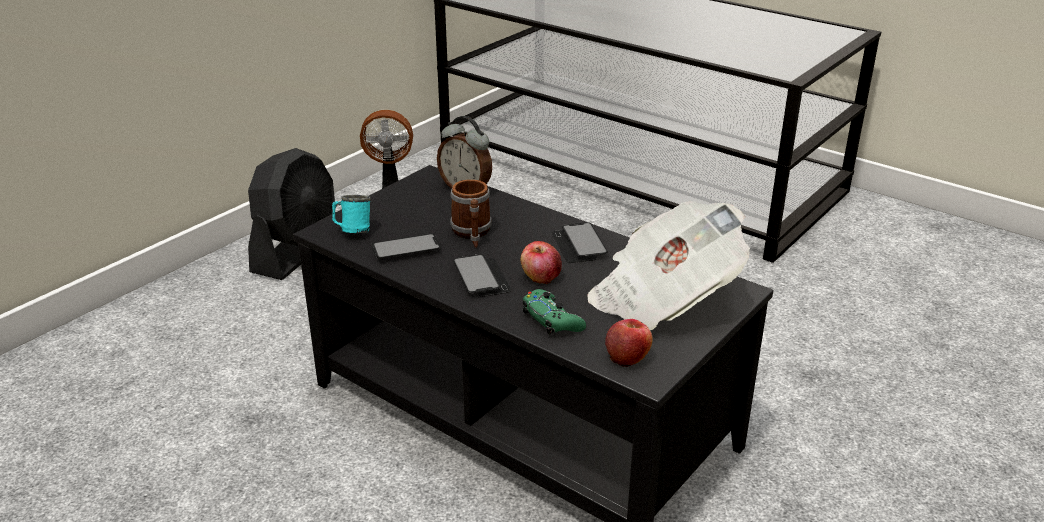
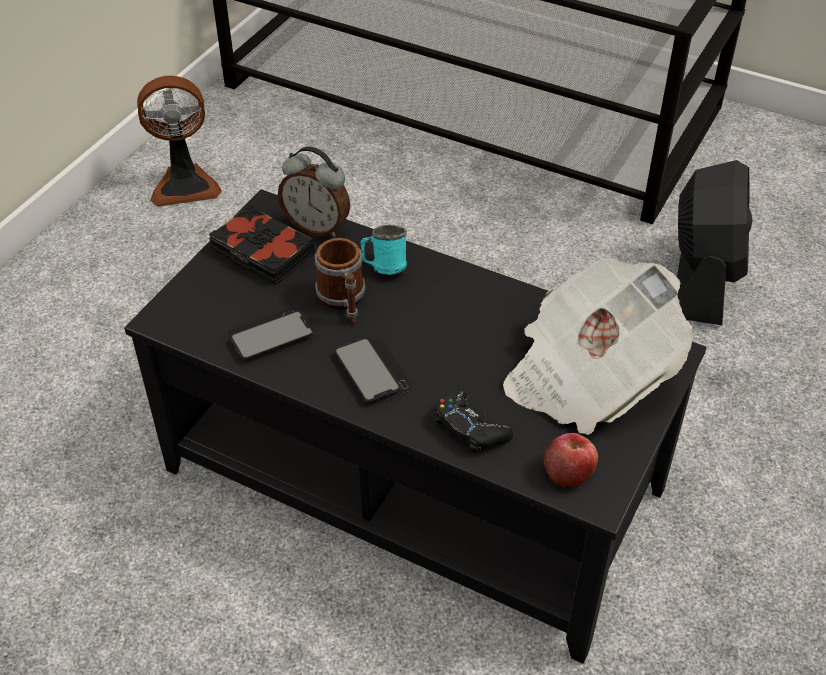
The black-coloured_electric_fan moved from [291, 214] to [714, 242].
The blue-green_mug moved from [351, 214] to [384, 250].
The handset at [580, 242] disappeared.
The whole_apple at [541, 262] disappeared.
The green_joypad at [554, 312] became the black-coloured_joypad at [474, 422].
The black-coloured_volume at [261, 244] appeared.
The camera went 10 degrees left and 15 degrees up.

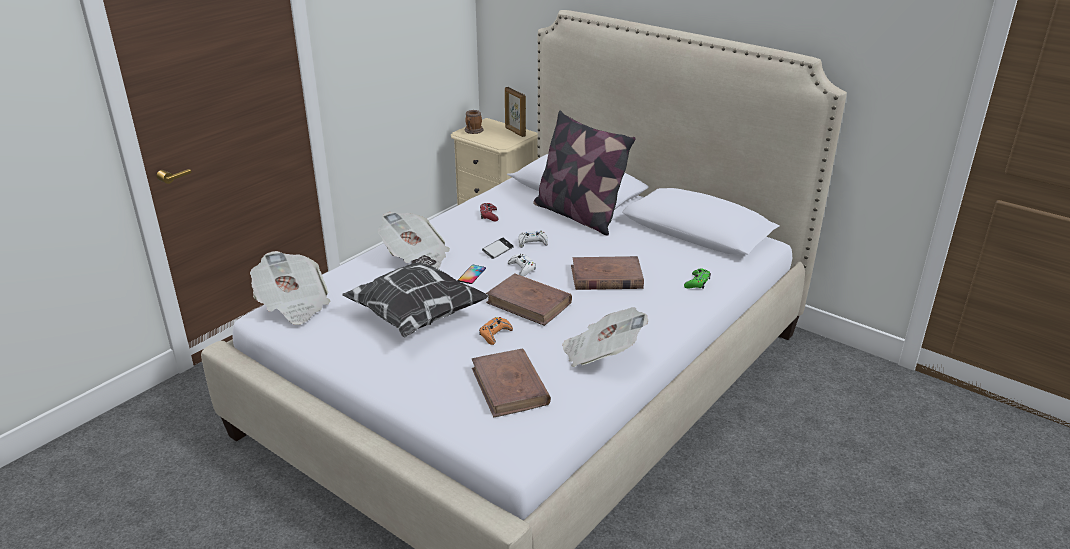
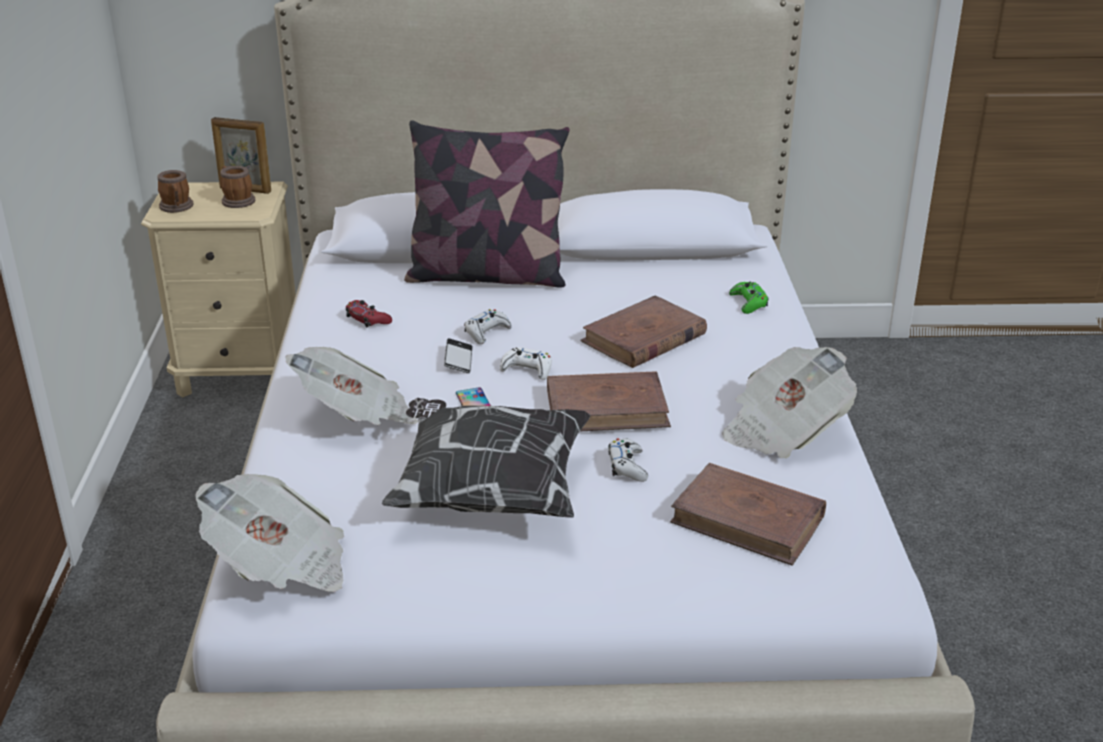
The orangey_joypad at [496, 331] became the white_joypad at [628, 460].
The mug at [237, 187] appeared.
The camera went 40 degrees left and 0 degrees up.

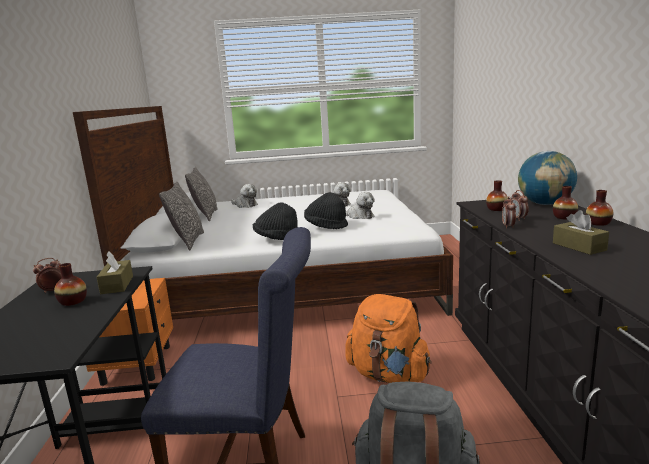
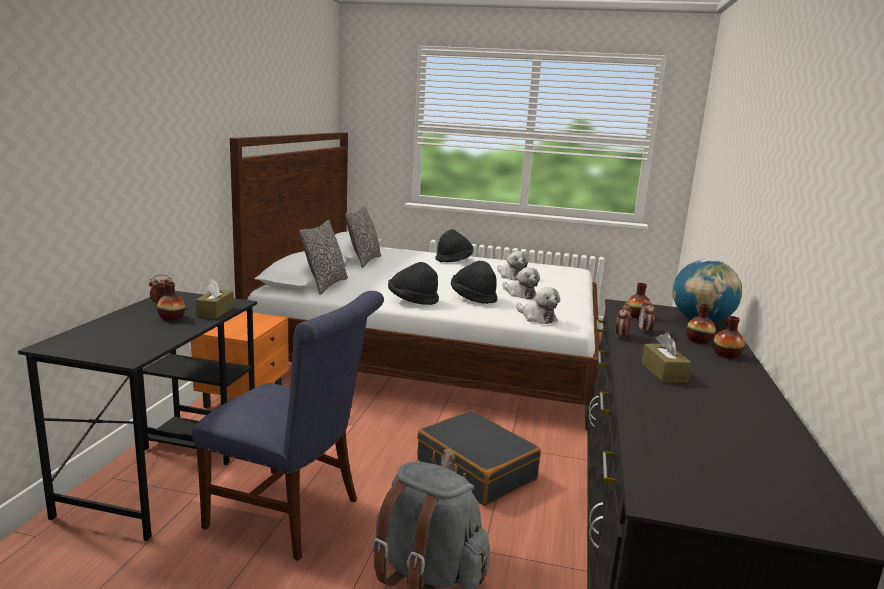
The plush_toy moved from [244, 196] to [538, 305].
The orangey_knapsack at [389, 338] was replaced by the black-coloured_piece_of_luggage at [479, 458].
The black-coloured_wearable_hat at [454, 245] appeared.
The camera went 15 degrees right and 0 degrees up.

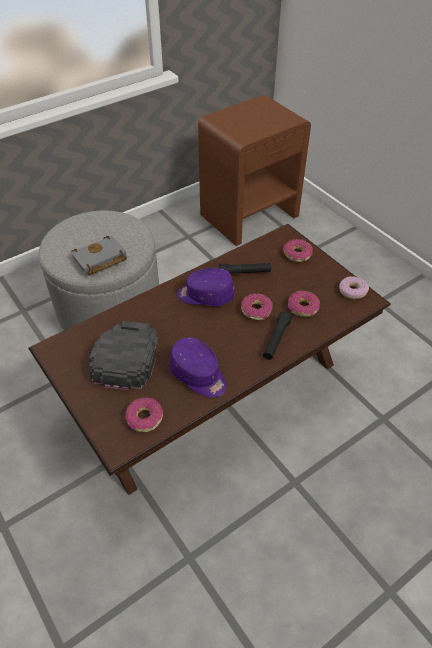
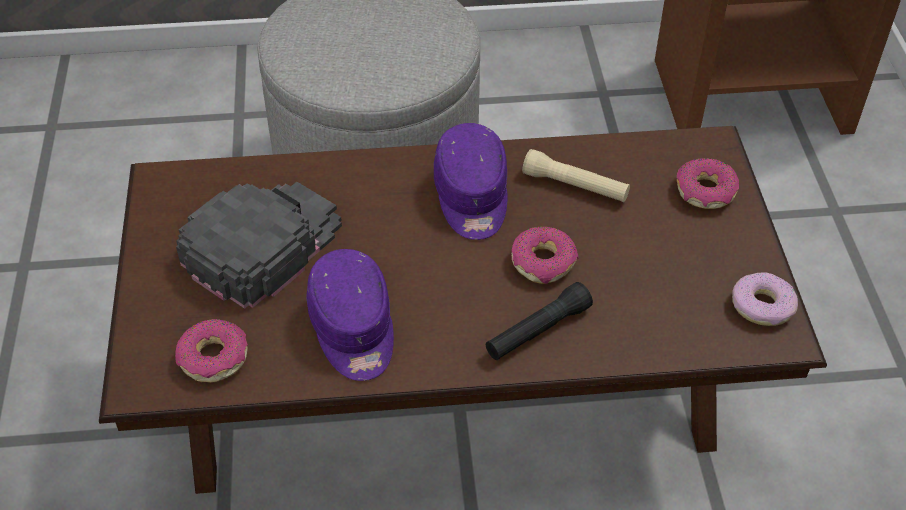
The greyish_volume at [99, 255] disappeared.
The black-coloured_flashlight at [245, 268] became the beige_flashlight at [576, 175].
The purple_baseball_cap at [206, 287] turned 135 degrees counterclockwise.
The doughnut at [304, 304] disappeared.
The camera went 30 degrees right and 0 degrees up.

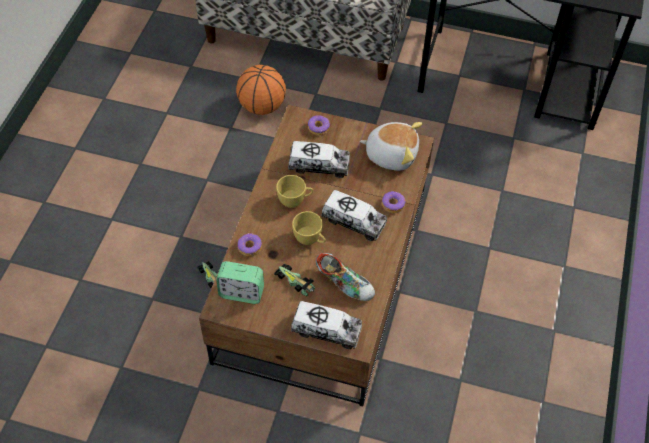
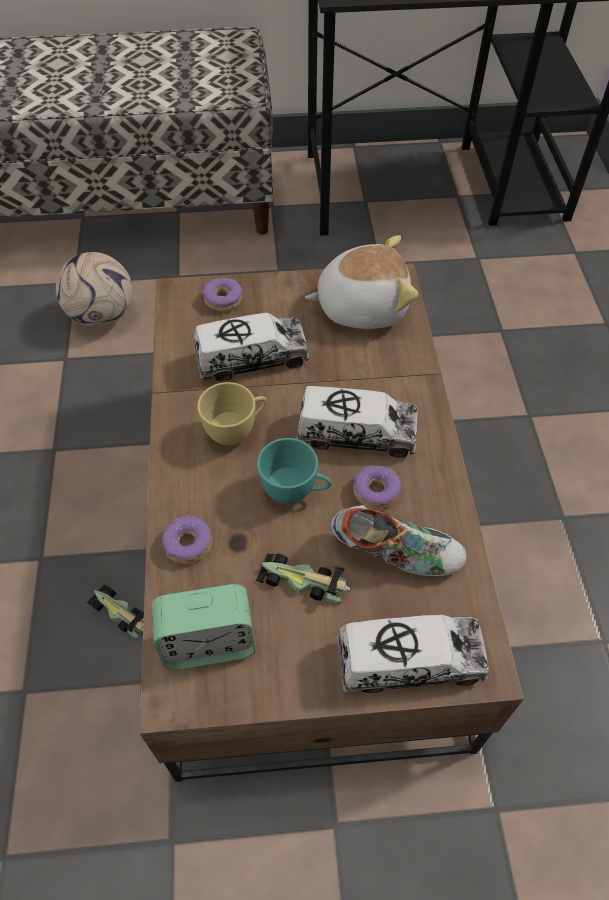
The ball_for_basketball at [261, 90] was replaced by the football_ball at [94, 289].
The doughnut moved from [393, 202] to [377, 487].
The yellowish_cup at [309, 228] became the blue-green_cup at [294, 471].
The camera went 20 degrees left and 0 degrees up.

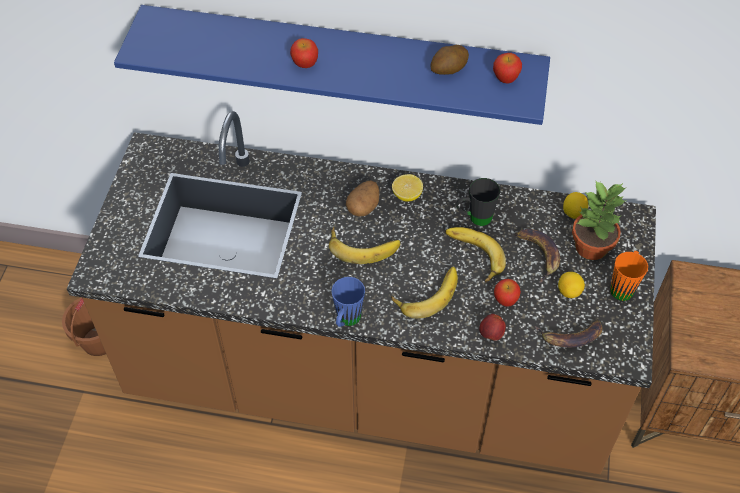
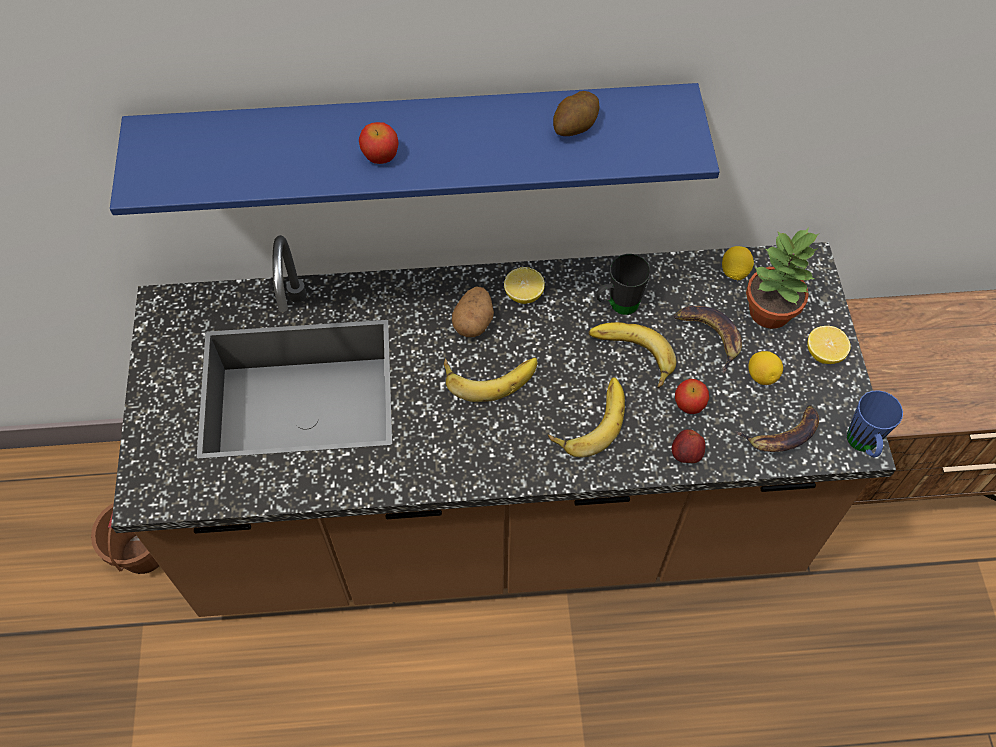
The whole_apple at [507, 68] disappeared.
The orangey_mug at [629, 276] was replaced by the lemon at [829, 345].
The bluish_mug moved from [348, 302] to [875, 424].
The camera went 15 degrees left and 5 degrees up.

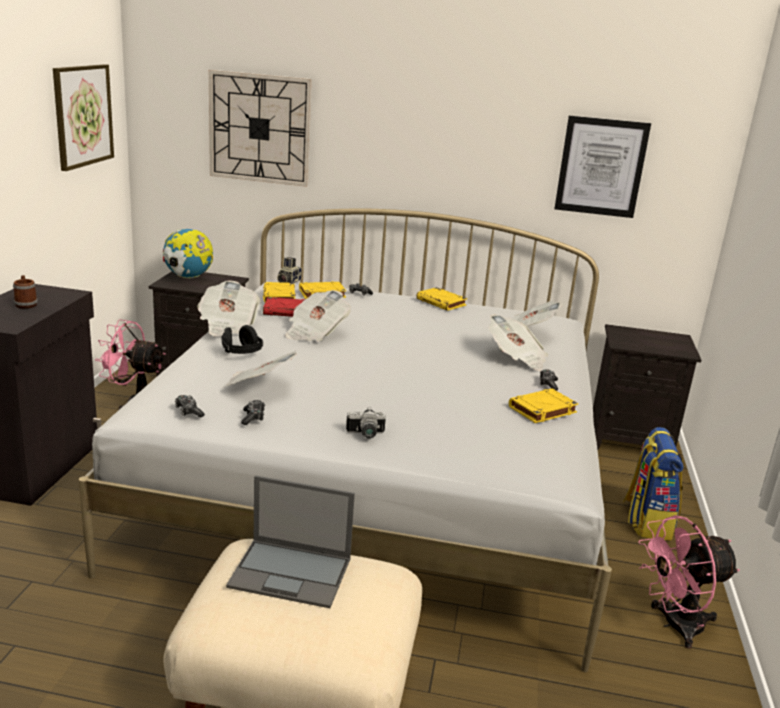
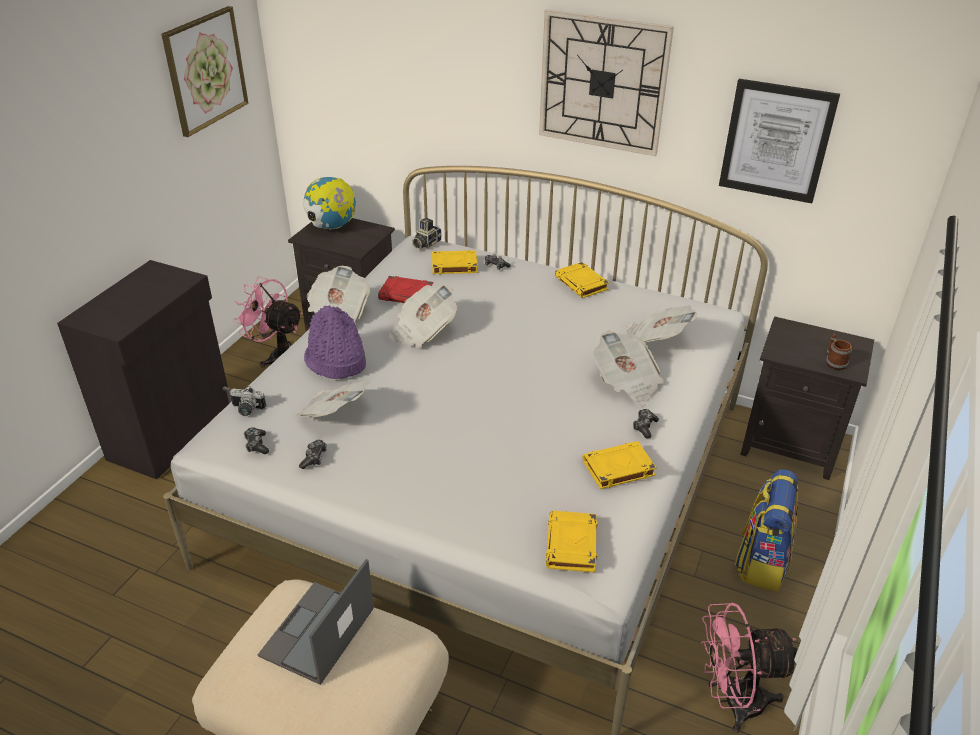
The wall_clock moved from [260, 128] to [606, 82].
The mug moved from [25, 292] to [839, 352].
The yellowish_volume moved from [279, 292] to [571, 542].
The black-coloured_headphones at [242, 339] was replaced by the purple_wearable_hat at [335, 342].
The still_camera moved from [366, 423] to [248, 401].
The notebook_computer at [290, 541] turned 90 degrees clockwise.
The camera went 15 degrees right and 15 degrees up.

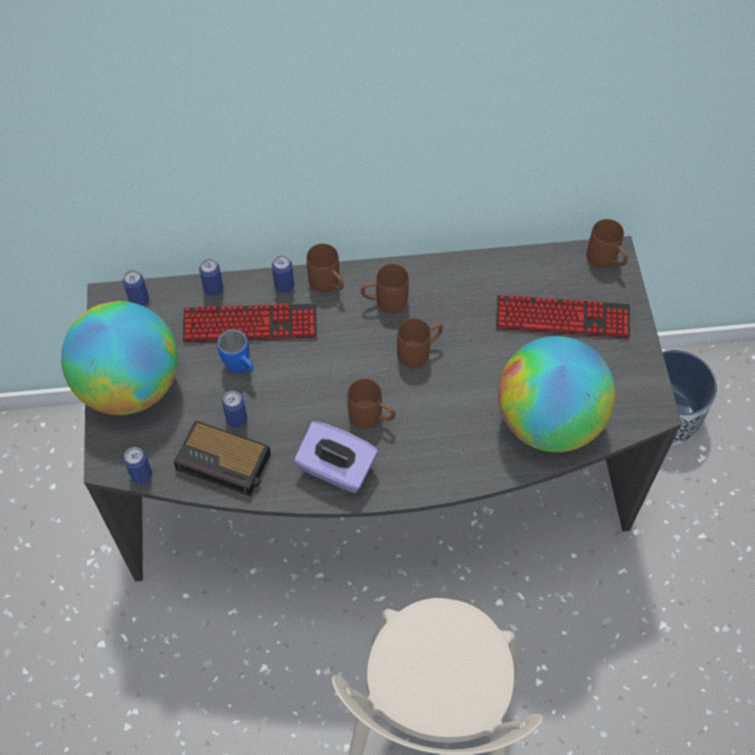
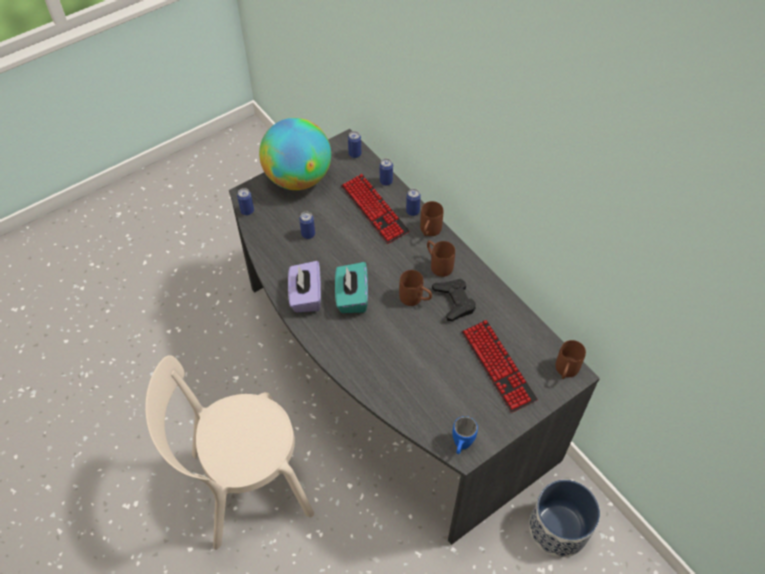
The bluish_mug moved from [235, 351] to [465, 435].
The world_globe at [556, 394] disappeared.
The brown-coloured_mug at [371, 404] was replaced by the blue-green_tissue_holder at [351, 287].
The bedside_clock at [222, 458] disappeared.
The black-coloured_joypad at [454, 300] appeared.
The camera went 60 degrees right and 5 degrees down.

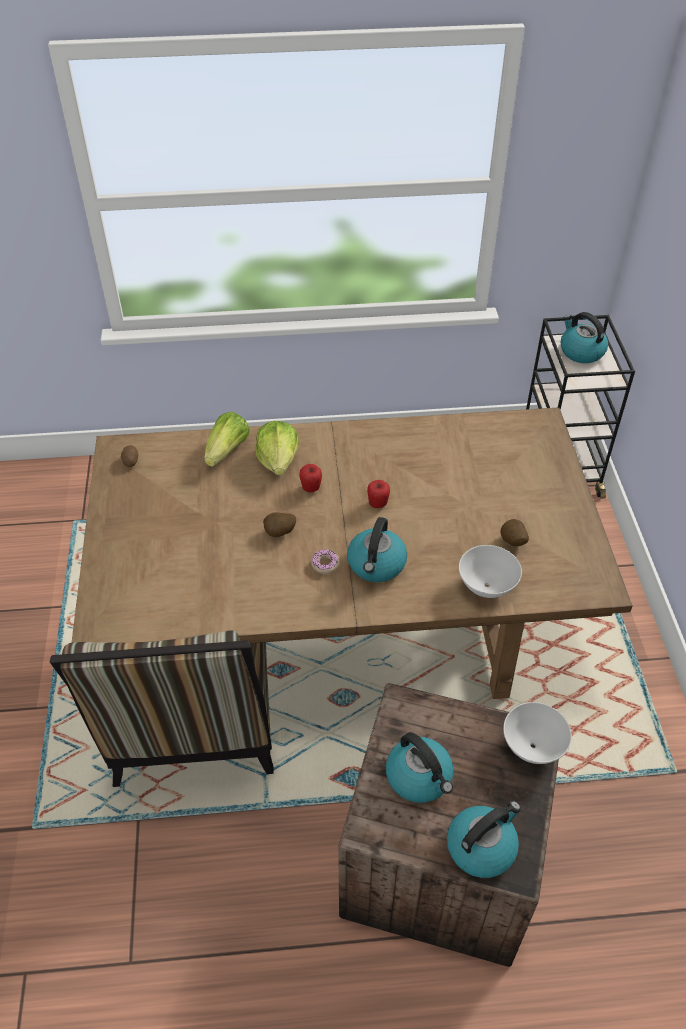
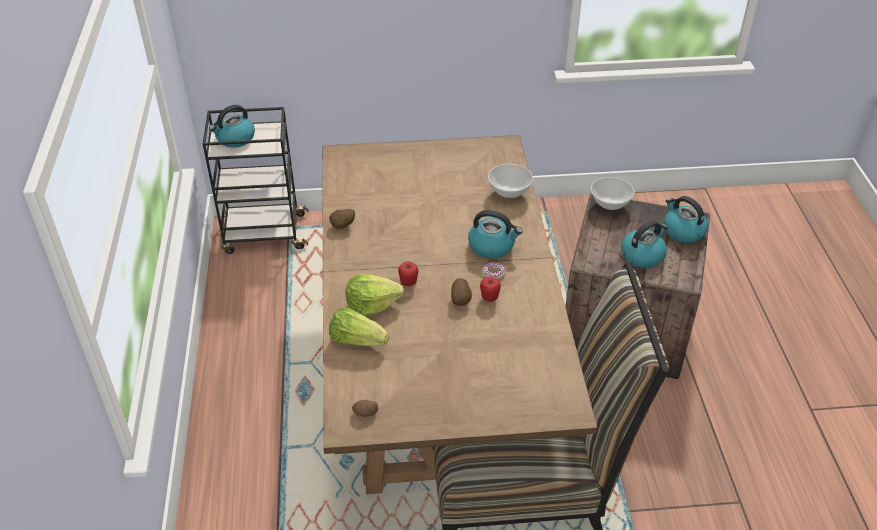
The whole_apple moved from [378, 494] to [490, 289].
The whole_potato moved from [514, 532] to [342, 219].
The camera went 90 degrees left and 5 degrees down.

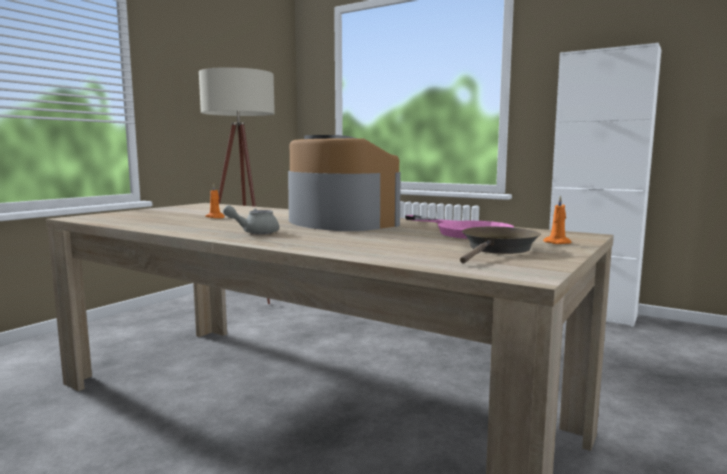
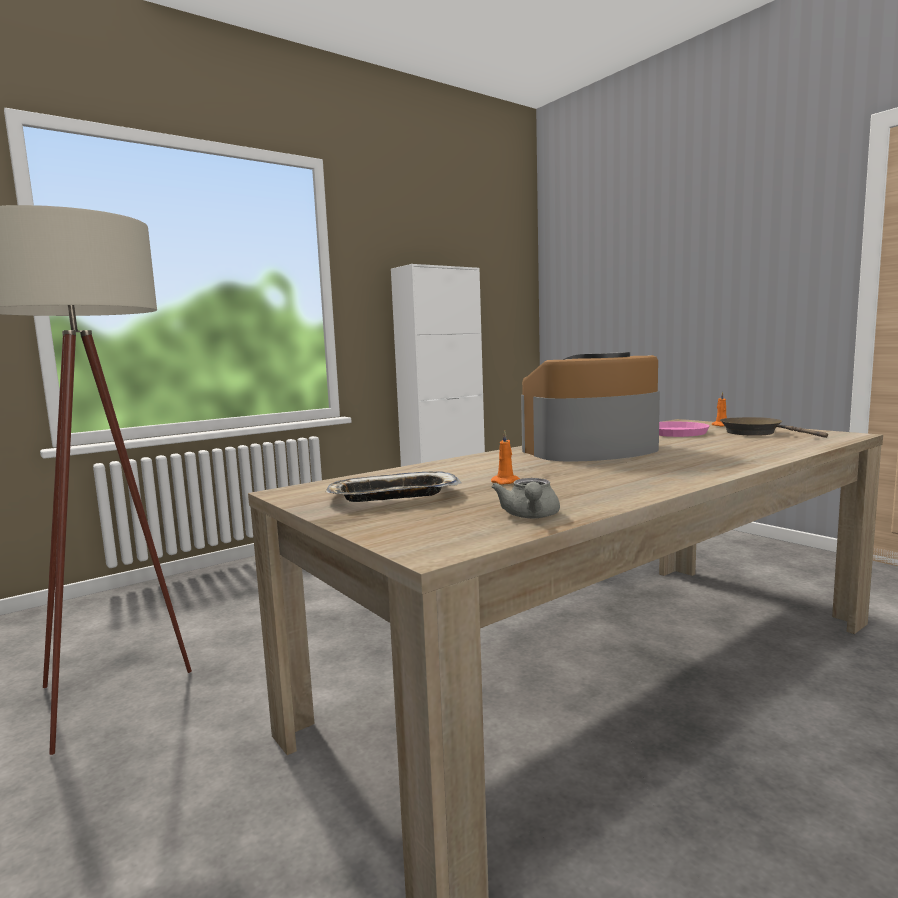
The greyish_tea_pot moved from [251, 219] to [526, 498].
The tray at [393, 486] appeared.
The camera went 70 degrees left and 0 degrees up.

